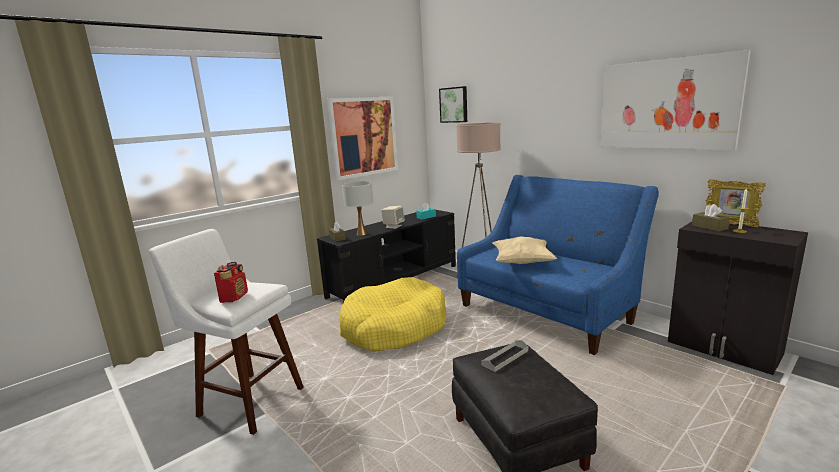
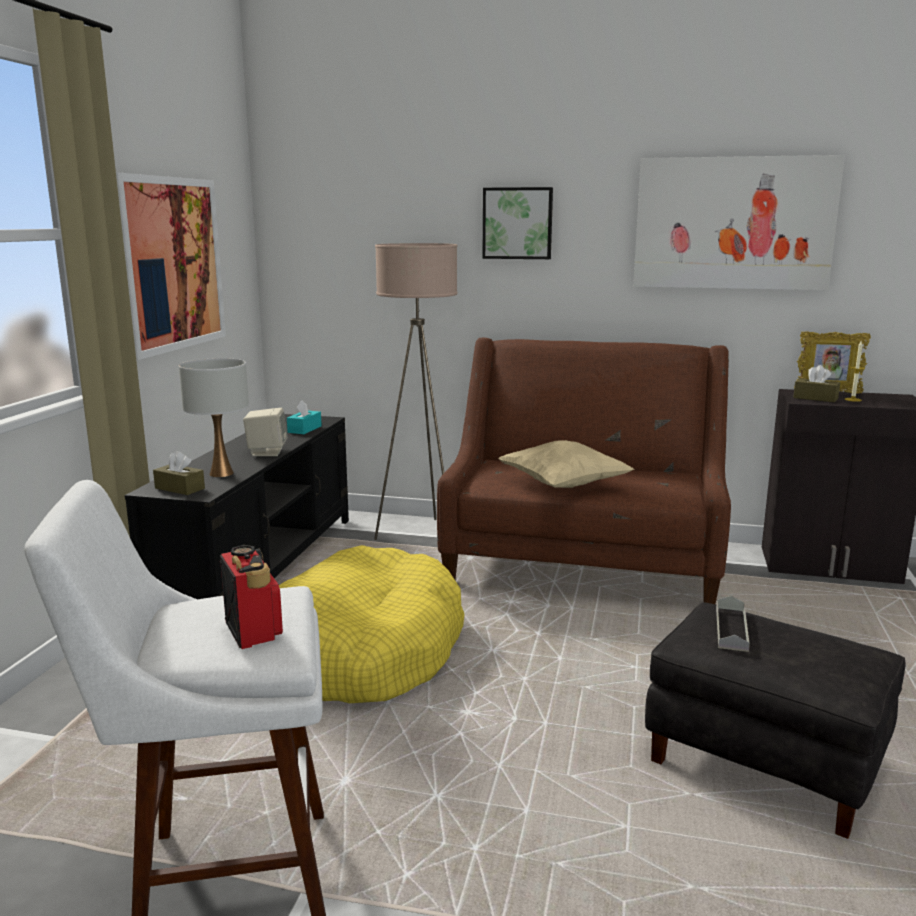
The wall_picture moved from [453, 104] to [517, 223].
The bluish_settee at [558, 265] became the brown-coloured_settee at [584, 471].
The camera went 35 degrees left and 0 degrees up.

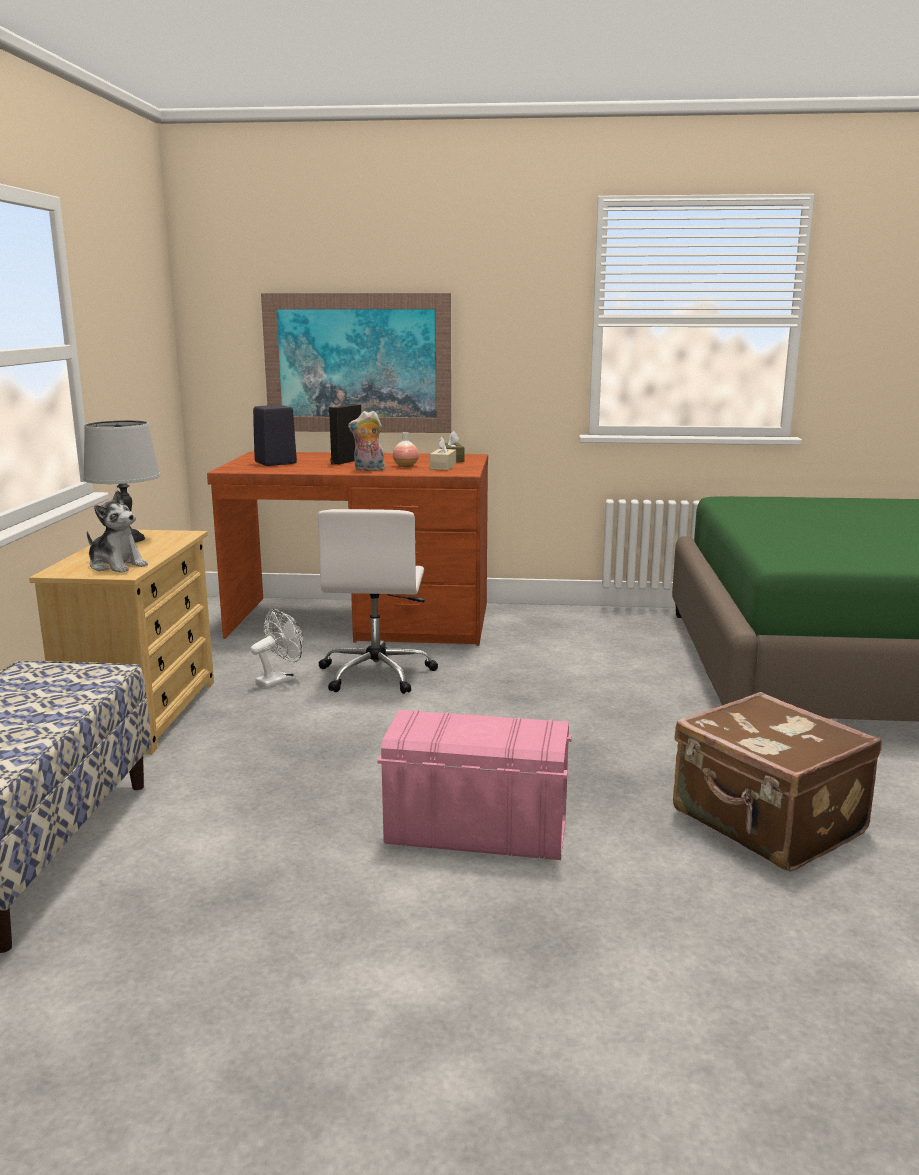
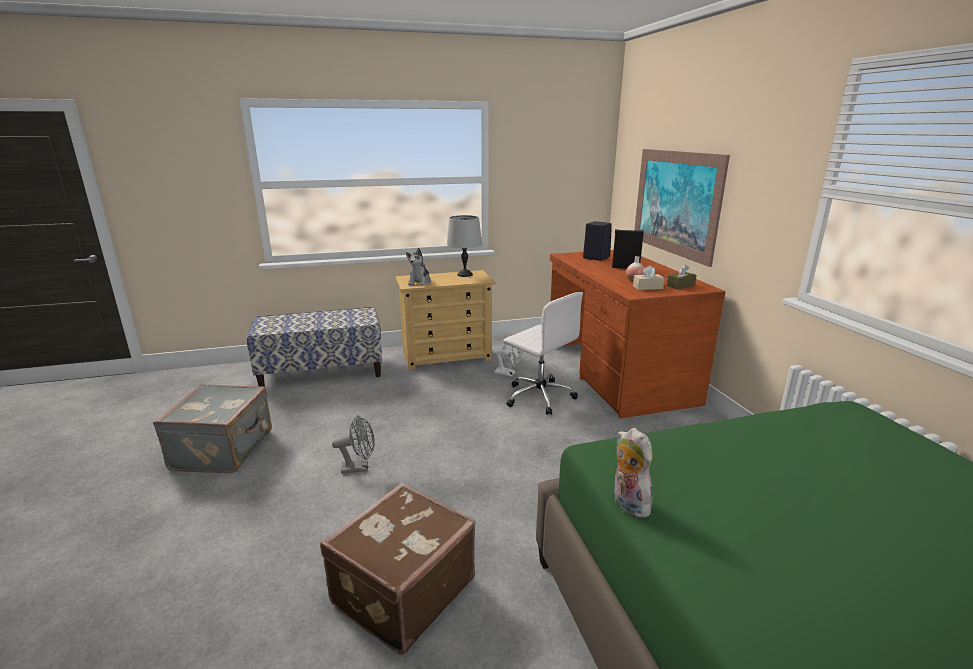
The plush_toy moved from [366, 441] to [633, 473].
The white_computer_chair at [377, 601] turned 120 degrees counterclockwise.
The pinkish_storage_container at [474, 785] was replaced by the greyish_electric_fan at [353, 444].
The greyish_piece_of_luggage at [212, 428] appeared.
The camera went 70 degrees right and 5 degrees up.

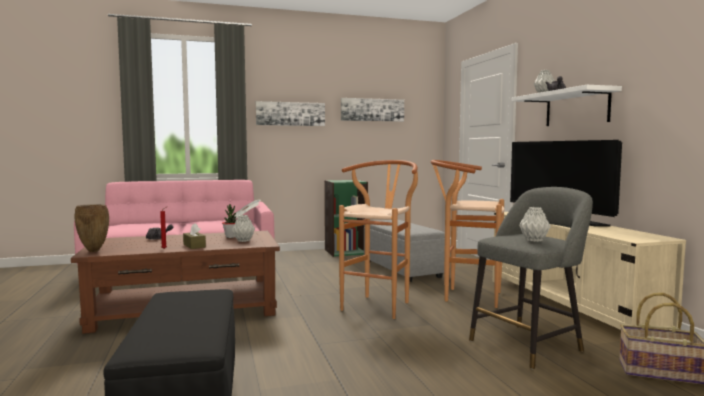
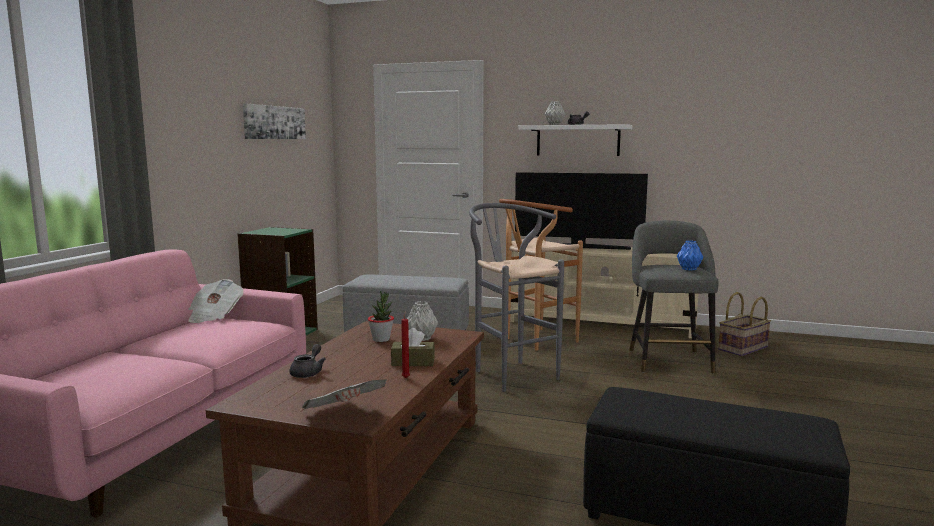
The wall_picture at [290, 113] disappeared.
The brown-coloured_stool at [378, 239] became the greyish_stool at [516, 297].
The brown-coloured_flower_vase at [92, 228] was replaced by the printed_paper at [344, 394].
The greyish_flower_vase at [535, 224] became the bluish_flower_vase at [690, 255].
The camera went 55 degrees left and 5 degrees up.

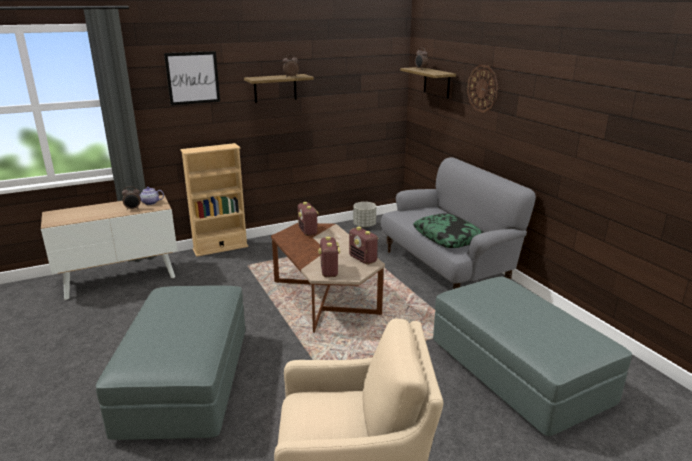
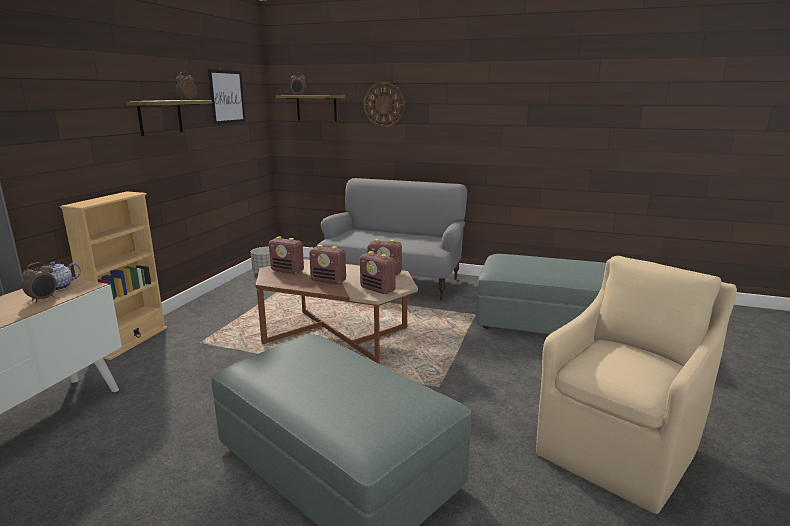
The wall_picture moved from [192, 78] to [226, 96].
The pillow at [448, 231] disappeared.
The radio_receiver at [327, 264] appeared.
The camera went 45 degrees left and 5 degrees down.

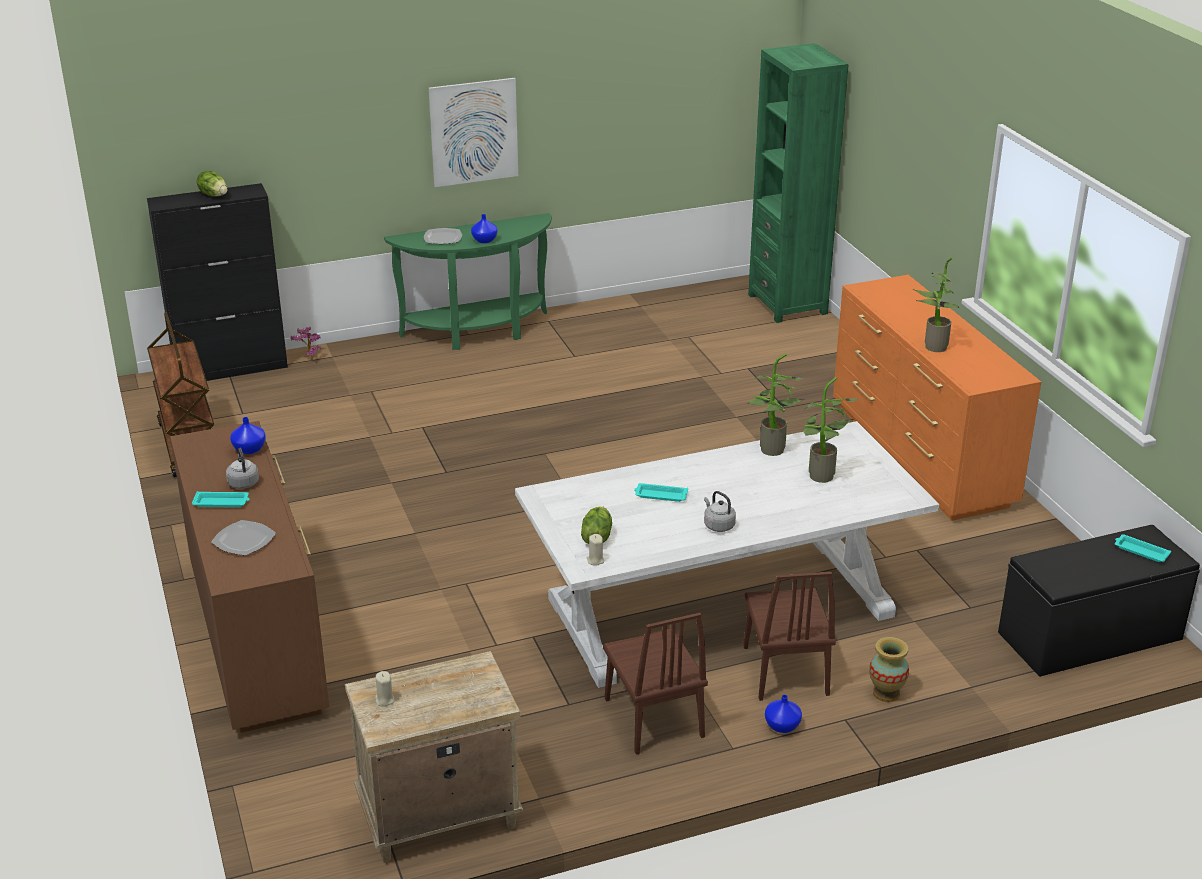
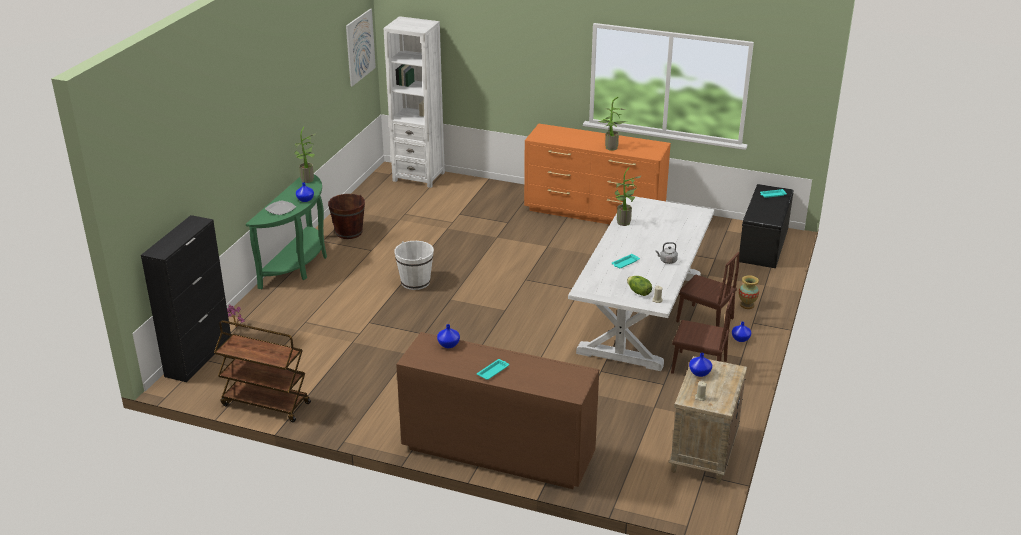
The green_shelving_unit at [798, 183] became the white_shelving_unit at [414, 102].
The wall_picture moved from [473, 132] to [361, 47].
The head_of_lettuce at [212, 184] disappeared.
The plant_in_a_pot moved from [831, 430] to [305, 154].
The greyish_kettle at [242, 468] disappeared.
The flat_dish at [243, 538] disappeared.
The brown-coloured_bucket at [346, 216] appeared.
The white_bucket at [414, 265] appeared.
The bluish_flower_vase at [700, 365] appeared.
The camera went 50 degrees left and 0 degrees up.

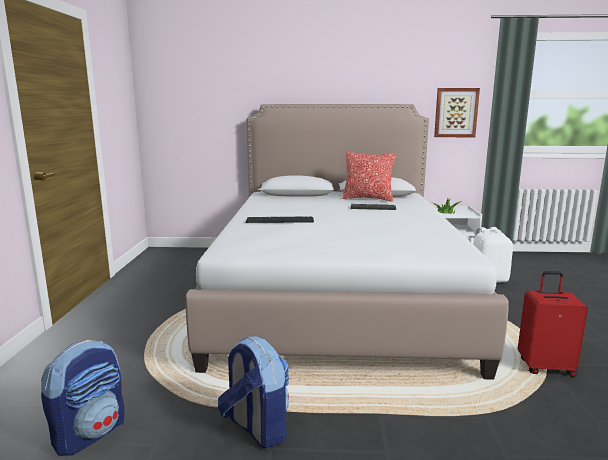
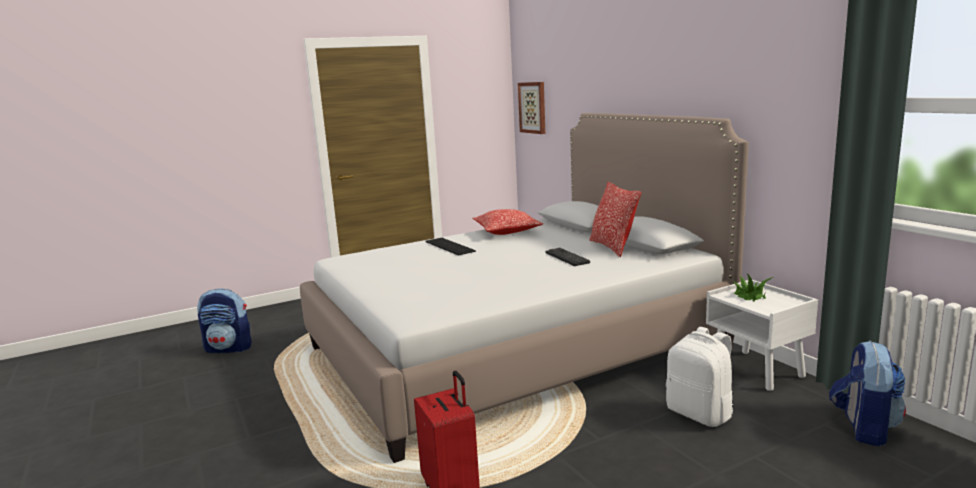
The wall_picture moved from [457, 112] to [531, 108].
The knapsack moved from [253, 392] to [867, 393].
The pillow at [507, 222] appeared.
The camera went 60 degrees right and 0 degrees up.

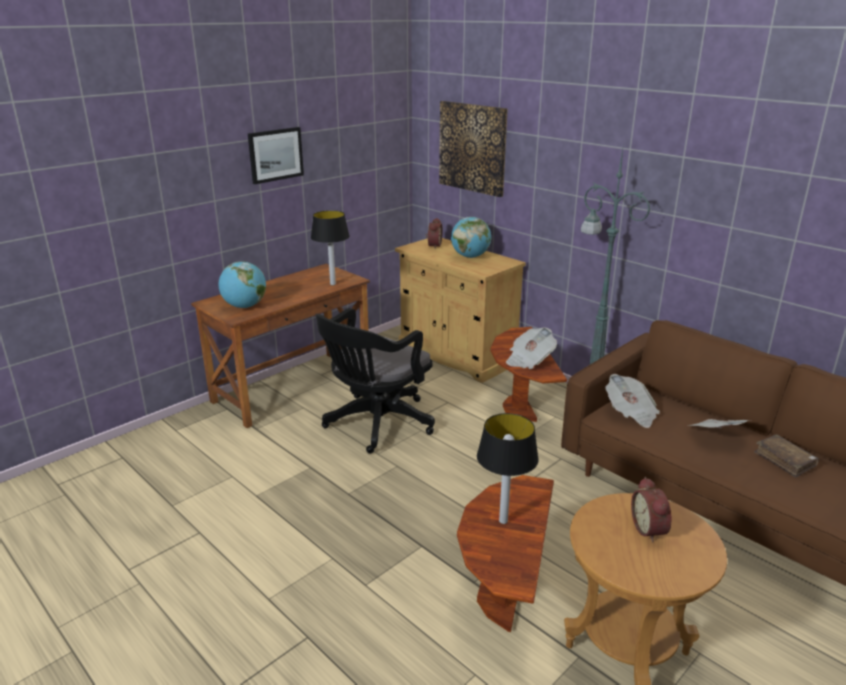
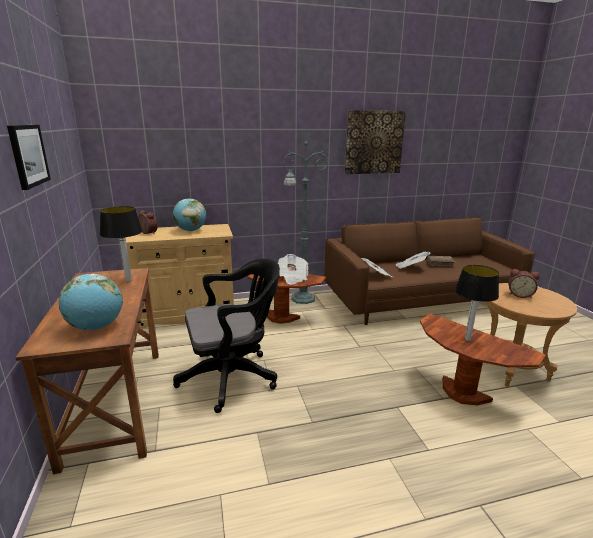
The wall_picture moved from [473, 149] to [375, 142].
The black-coloured_computer_chair at [375, 381] turned 90 degrees counterclockwise.
The camera went 60 degrees left and 5 degrees down.

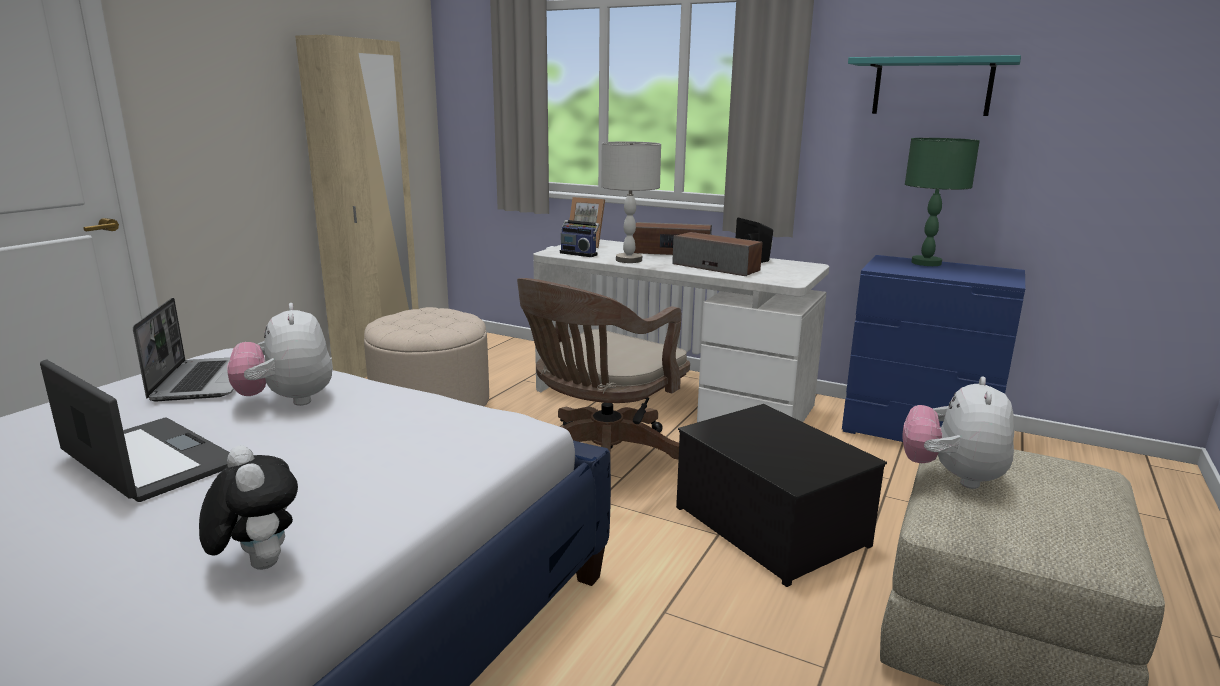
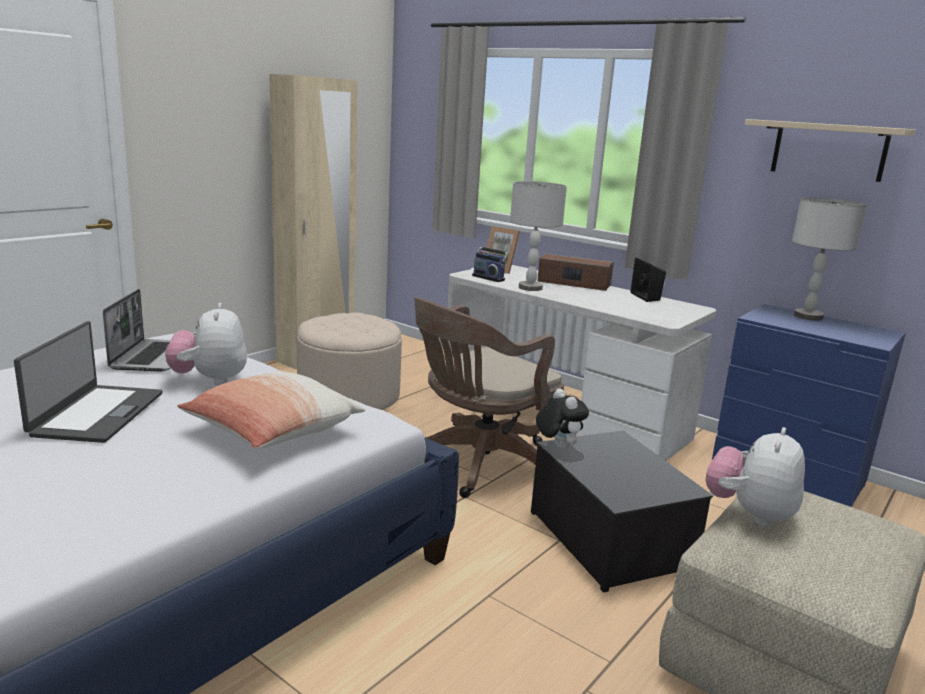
The blue-green_bracket_shelf at [934, 85] became the beige_bracket_shelf at [830, 150].
The green_tabletop_lamp at [942, 202] became the greyish_tabletop_lamp at [829, 259].
The loudspeaker at [717, 254] disappeared.
The notebook_computer at [135, 430] turned 45 degrees clockwise.
The plush_toy moved from [248, 507] to [562, 419].
The pillow at [271, 410] appeared.
The camera went 10 degrees right and 0 degrees up.

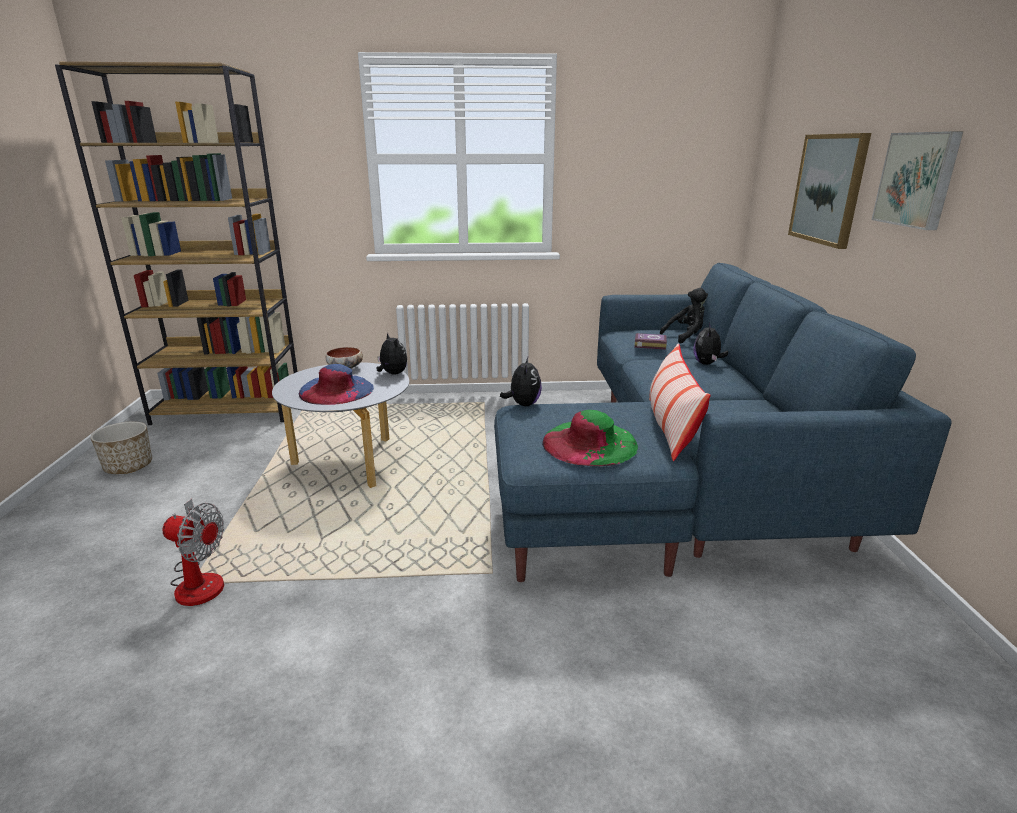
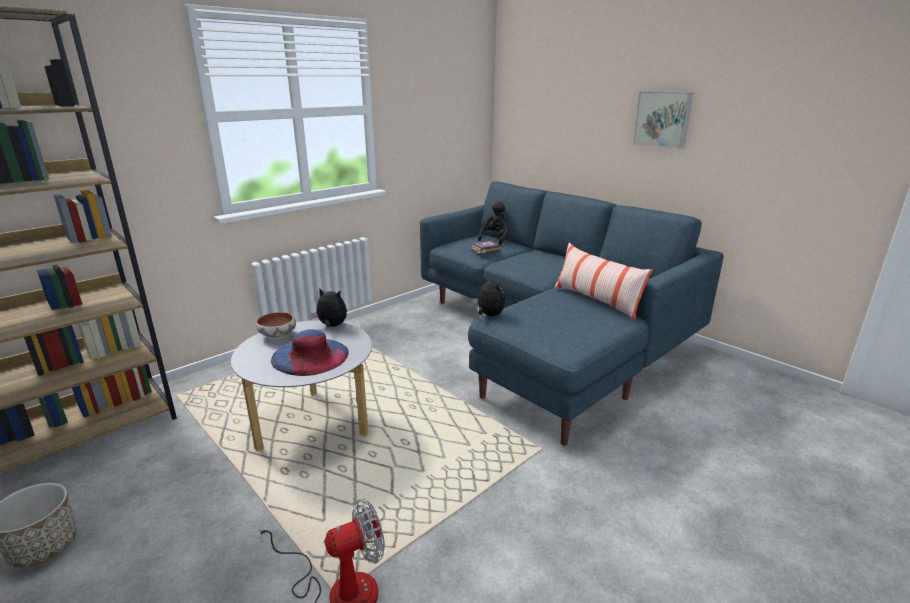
The wall_picture at [829, 191] disappeared.
The plush_toy at [710, 343] disappeared.
The green_wearable_hat at [590, 438] disappeared.
The camera went 40 degrees left and 0 degrees up.

